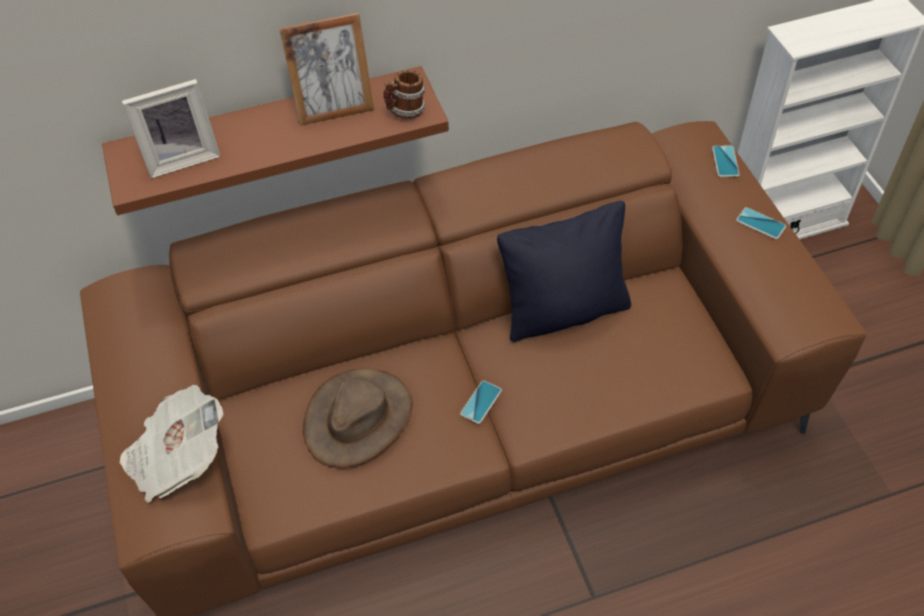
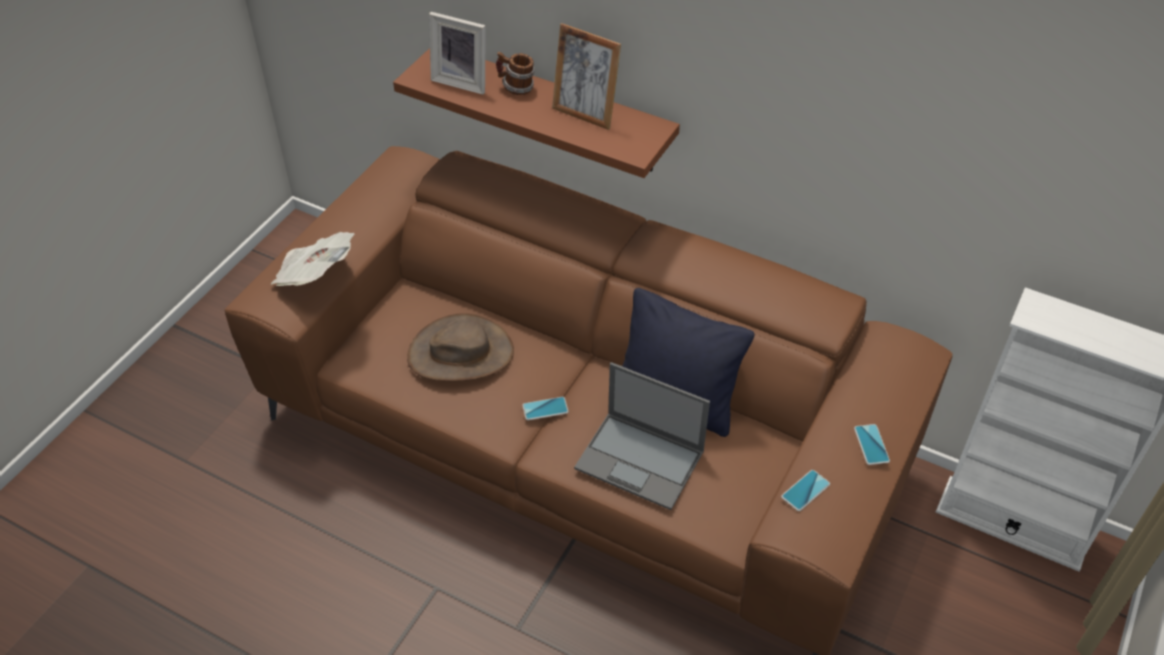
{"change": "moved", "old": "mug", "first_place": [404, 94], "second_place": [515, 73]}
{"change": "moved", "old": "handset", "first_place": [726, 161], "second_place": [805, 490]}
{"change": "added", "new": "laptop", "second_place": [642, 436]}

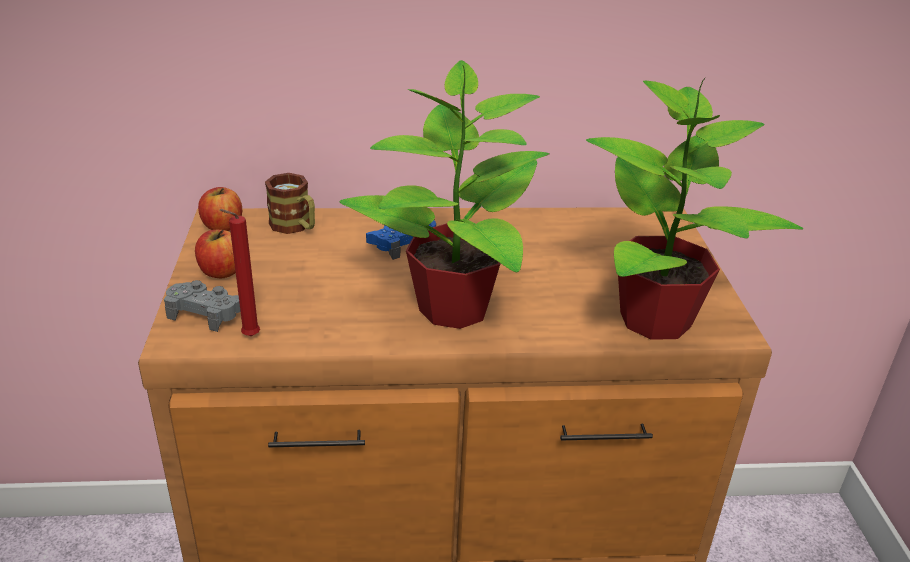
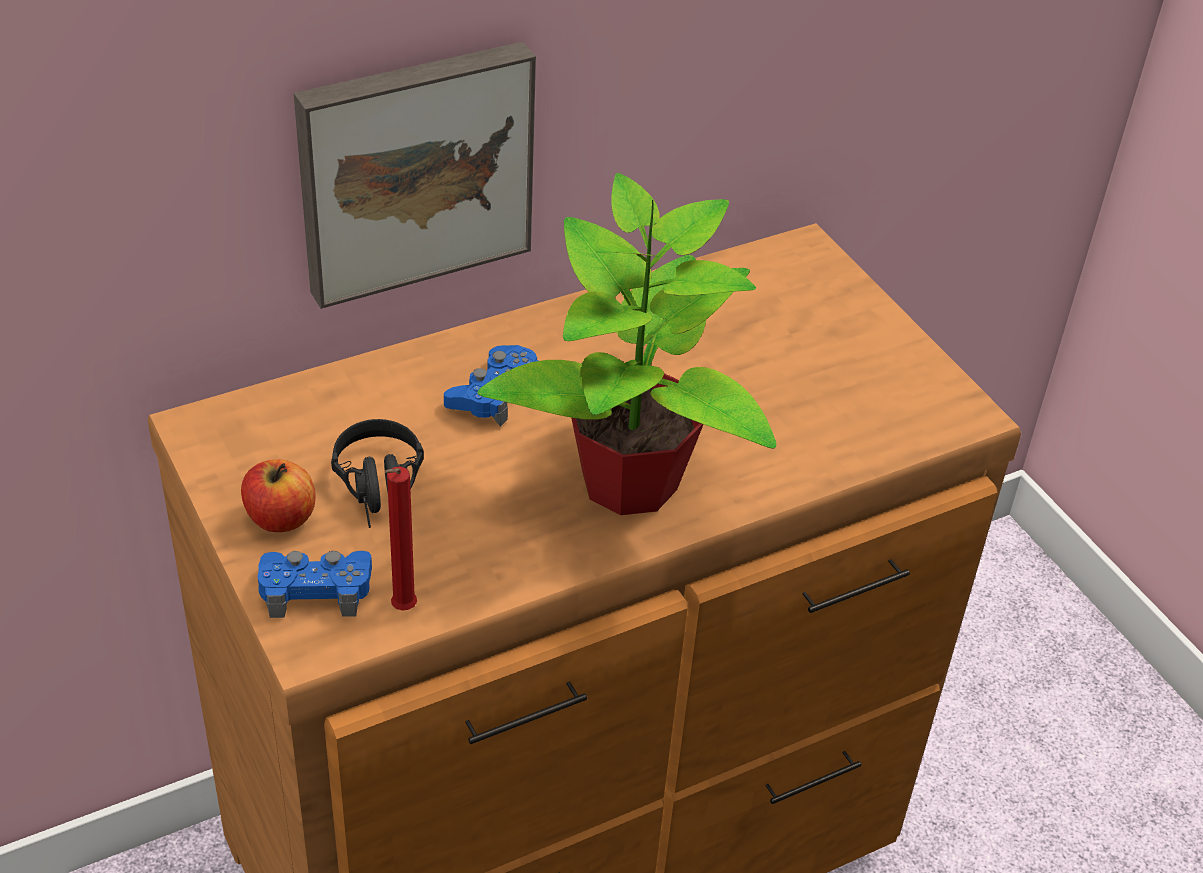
{"change": "removed", "old": "potted plant", "first_place": [694, 208]}
{"change": "removed", "old": "mug", "first_place": [290, 203]}
{"change": "removed", "old": "whole apple", "first_place": [220, 209]}
{"change": "recoloured", "old": "greyish joypad", "new": "blue joypad", "first_place": [202, 306], "second_place": [315, 584]}
{"change": "added", "new": "picture", "second_place": [415, 175]}
{"change": "added", "new": "black-coloured pair of headphones", "second_place": [377, 473]}

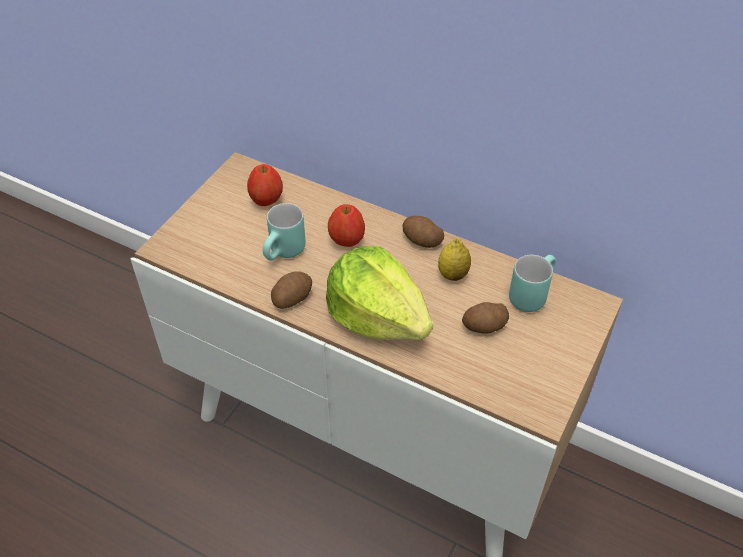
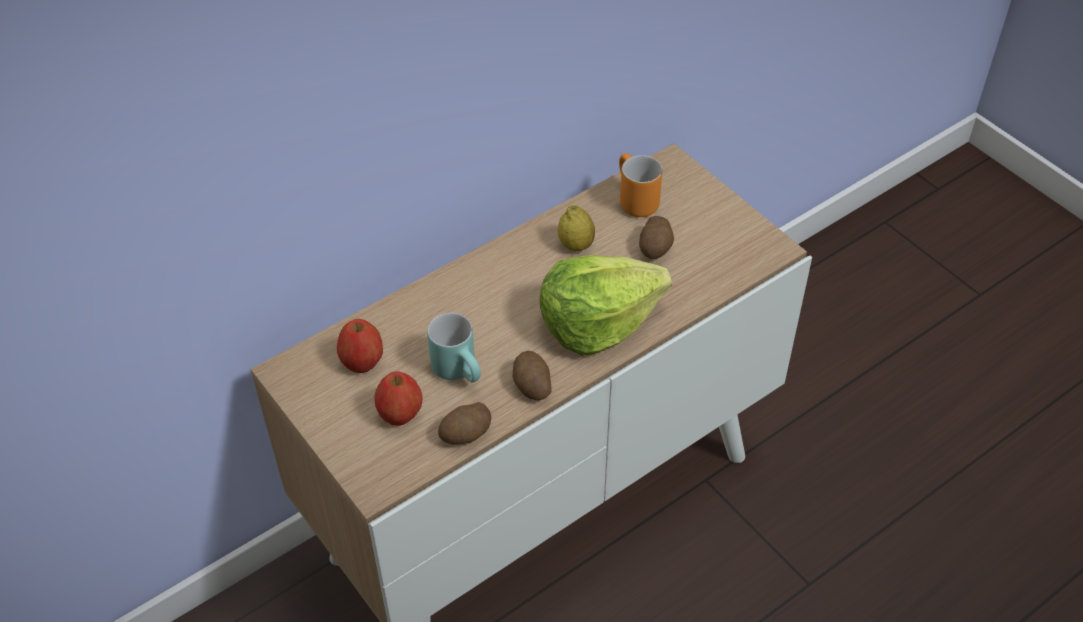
{"change": "moved", "old": "whole apple", "first_place": [346, 225], "second_place": [398, 399]}
{"change": "moved", "old": "whole potato", "first_place": [423, 232], "second_place": [464, 423]}
{"change": "recoloured", "old": "blue-green mug", "new": "orange-coloured mug", "first_place": [532, 283], "second_place": [640, 185]}

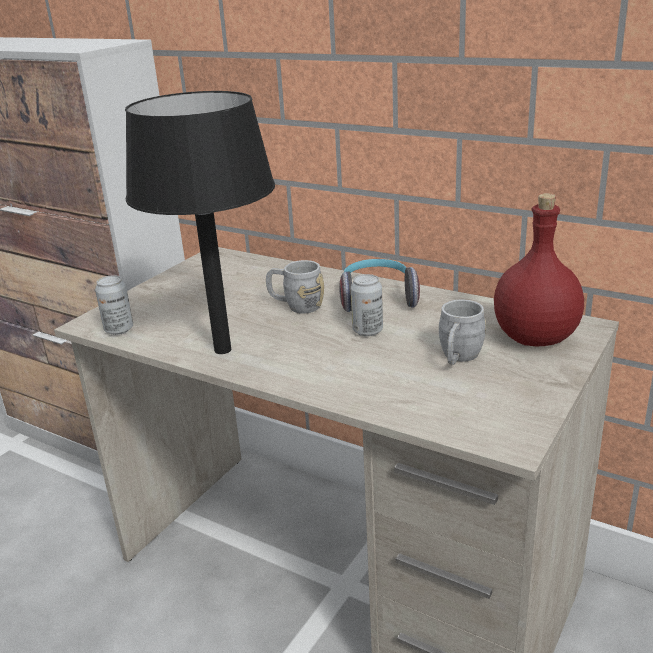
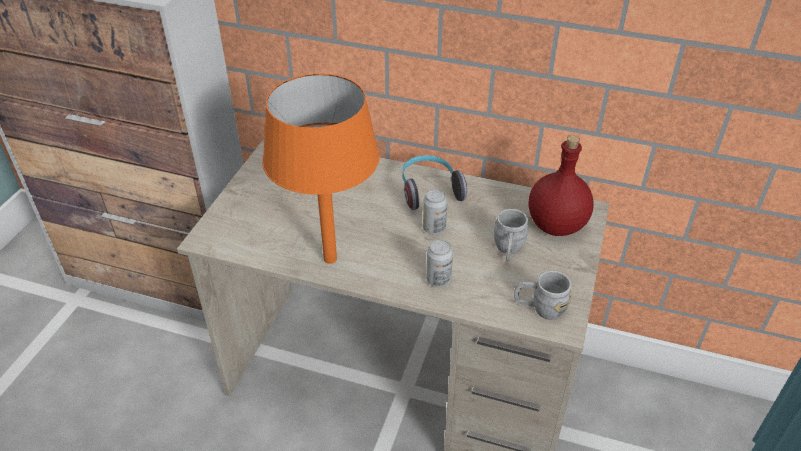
{"change": "recoloured", "old": "black-coloured table lamp", "new": "orange-coloured table lamp", "first_place": [200, 222], "second_place": [321, 168]}
{"change": "moved", "old": "greyish mug", "first_place": [295, 287], "second_place": [543, 295]}
{"change": "moved", "old": "metal can", "first_place": [114, 305], "second_place": [439, 263]}

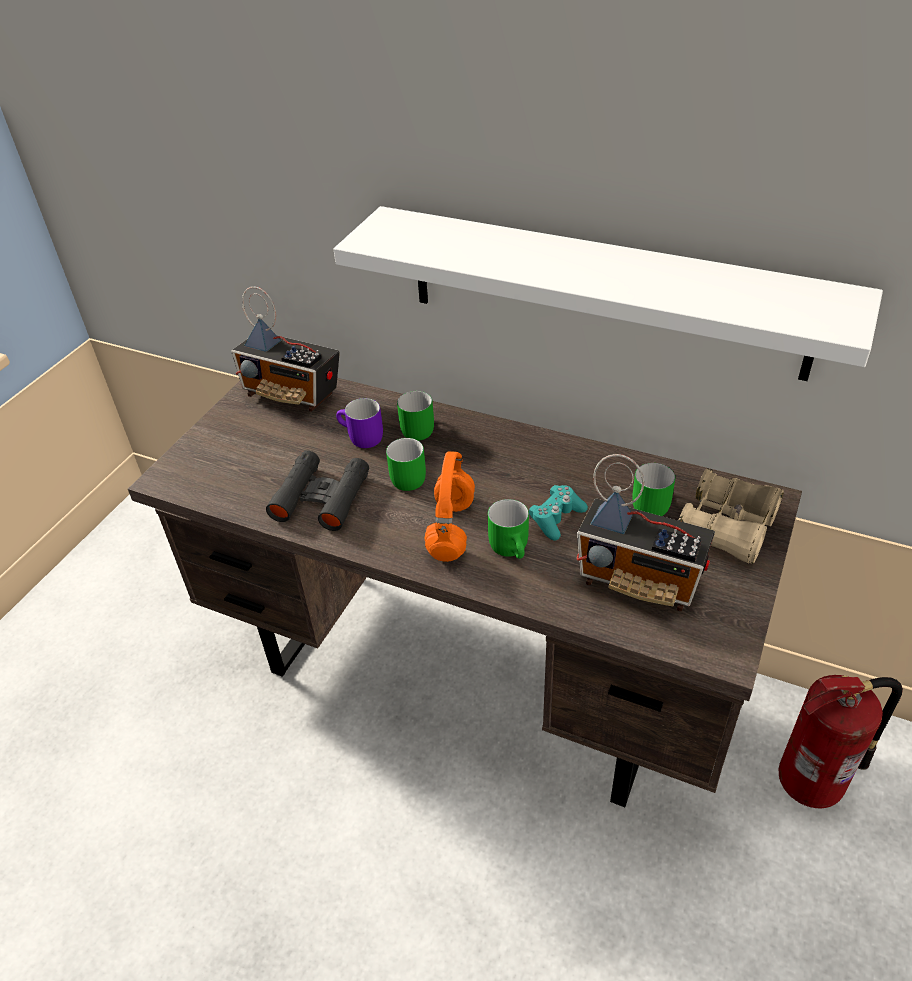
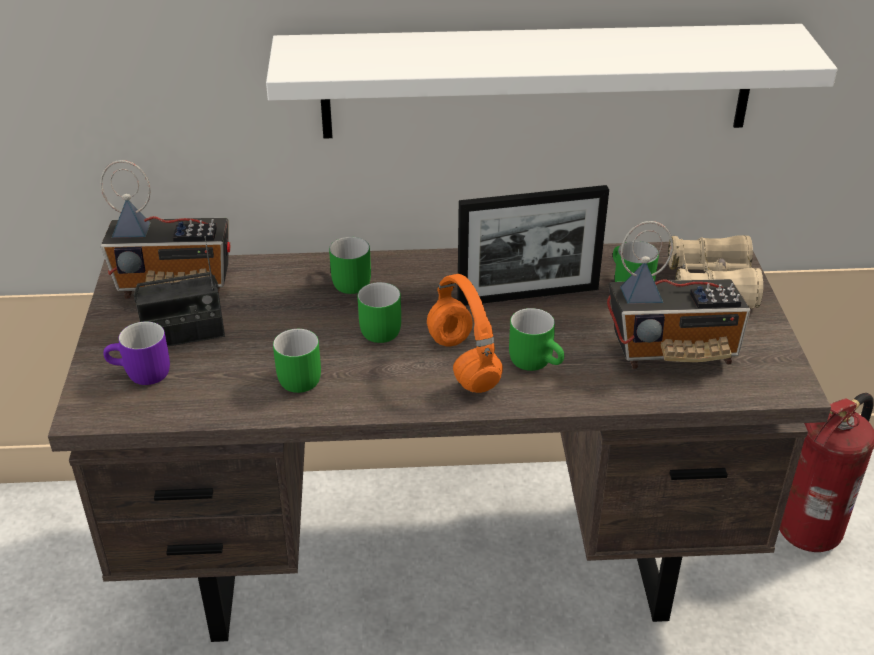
{"change": "moved", "old": "purplish mug", "first_place": [359, 423], "second_place": [136, 353]}
{"change": "replaced", "old": "black-coloured binoculars", "new": "green mug", "first_place": [317, 490], "second_place": [297, 361]}
{"change": "removed", "old": "blue-green joypad", "first_place": [558, 512]}
{"change": "added", "new": "standing frame", "second_place": [533, 245]}
{"change": "added", "new": "radio set", "second_place": [179, 291]}

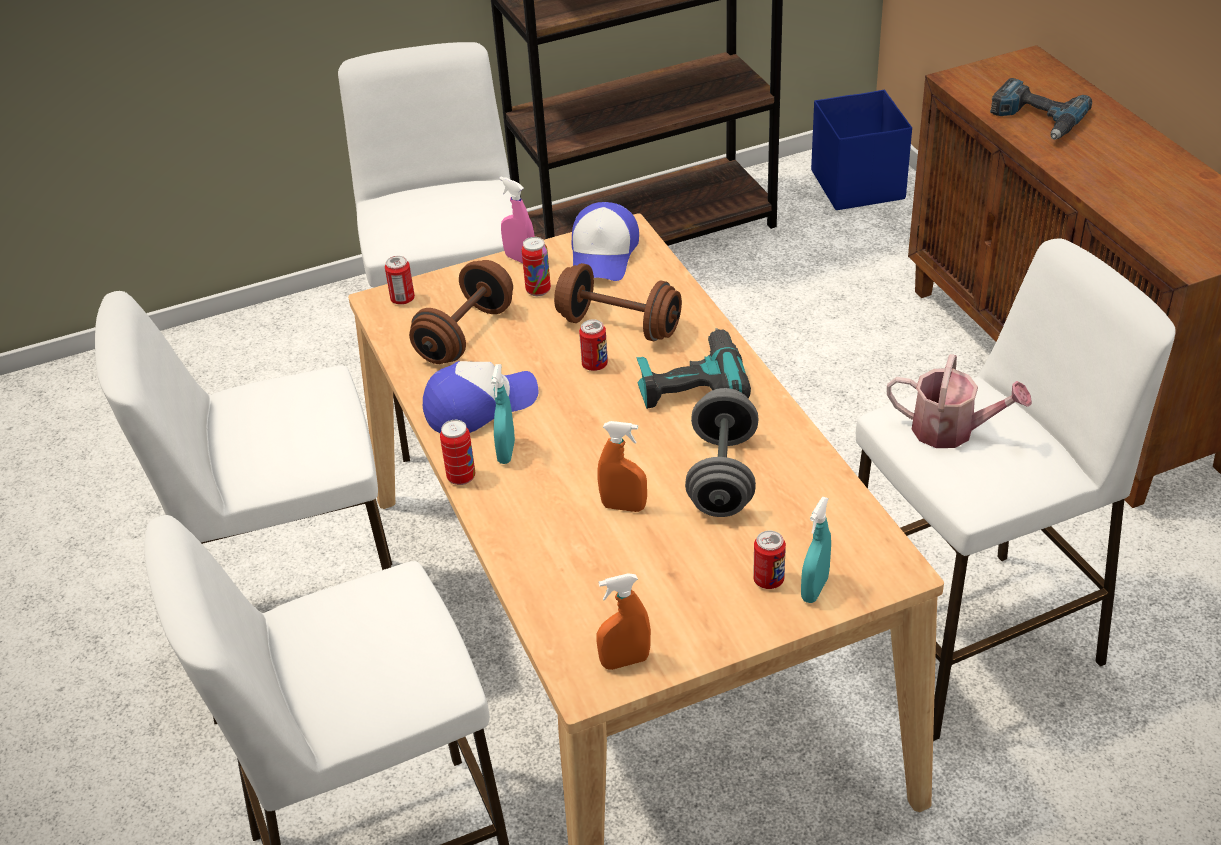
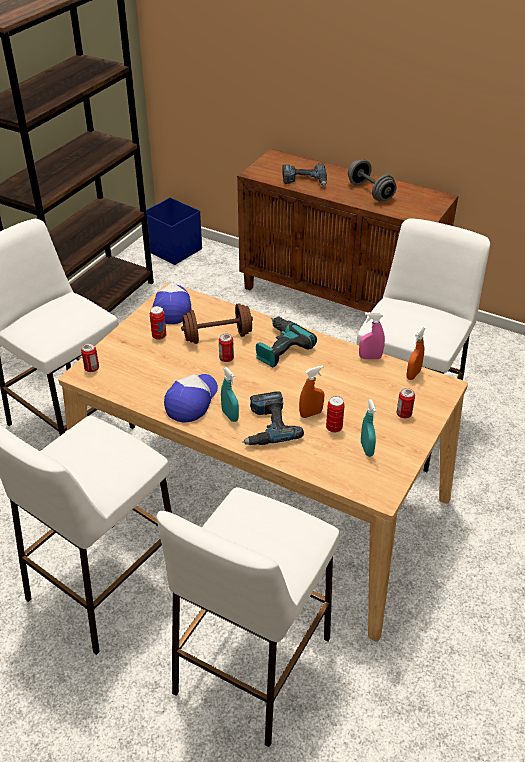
{"change": "moved", "old": "pinkish sprayer", "first_place": [517, 220], "second_place": [372, 335]}
{"change": "turned", "old": "peaked cap", "first_place": [605, 241], "second_place": [172, 303], "degrees": -150}
{"change": "removed", "old": "brown free weight", "first_place": [461, 312]}
{"change": "removed", "old": "watering can", "first_place": [959, 401]}
{"change": "moved", "old": "greyish free weight", "first_place": [721, 452], "second_place": [372, 180]}
{"change": "moved", "old": "metal can", "first_place": [457, 452], "second_place": [335, 414]}
{"change": "moved", "old": "blue-green sprayer", "first_place": [816, 550], "second_place": [369, 428]}
{"change": "moved", "old": "orange-coloured sprayer", "first_place": [623, 621], "second_place": [416, 353]}
{"change": "added", "new": "electric drill", "second_place": [273, 418]}

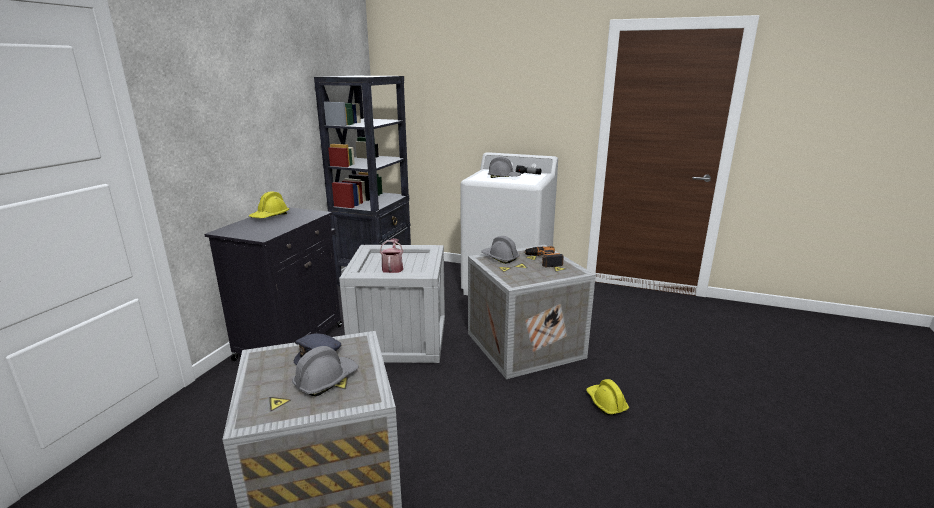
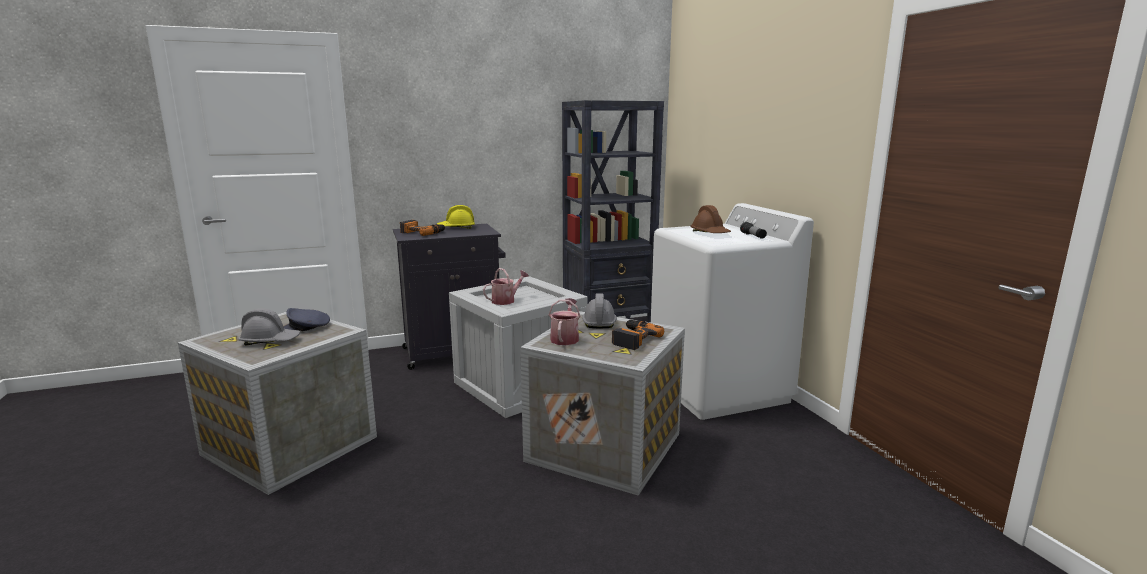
{"change": "recoloured", "old": "greyish work helmet", "new": "brown work helmet", "first_place": [504, 167], "second_place": [710, 219]}
{"change": "removed", "old": "yellow work helmet", "first_place": [607, 397]}
{"change": "added", "new": "electric drill", "second_place": [422, 228]}
{"change": "added", "new": "watering can", "second_place": [564, 321]}

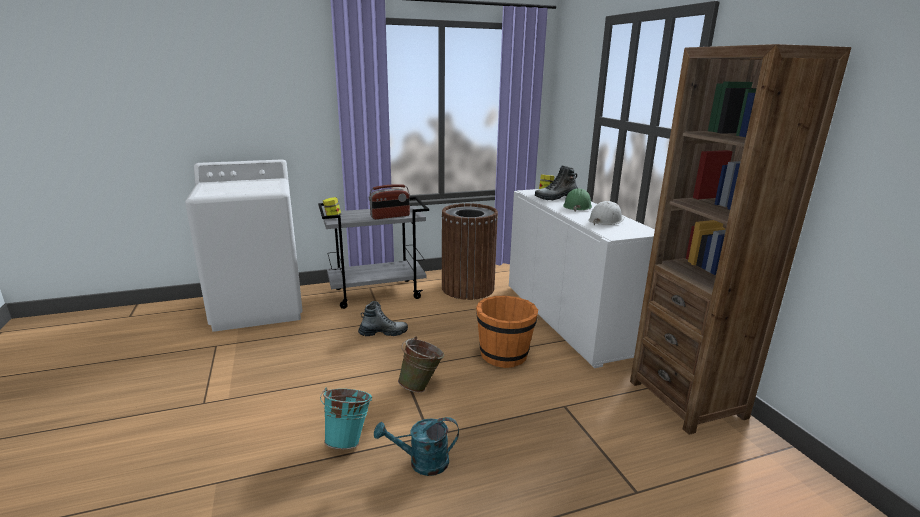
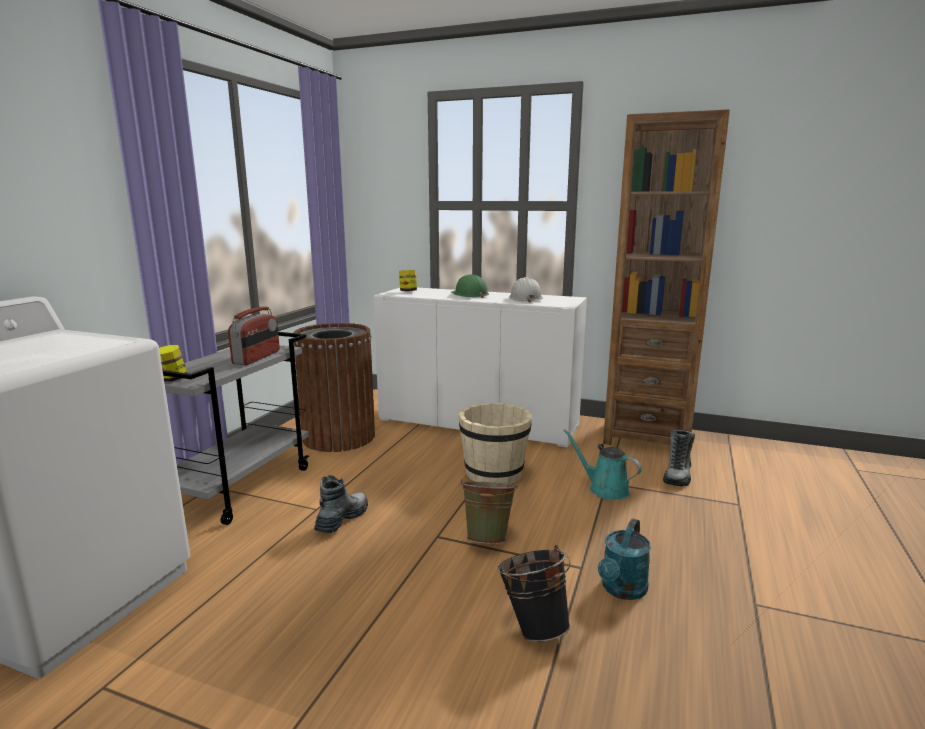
{"change": "moved", "old": "tall boot", "first_place": [556, 183], "second_place": [679, 458]}
{"change": "recoloured", "old": "orange-coloured water bucket", "new": "beige water bucket", "first_place": [507, 332], "second_place": [495, 443]}
{"change": "recoloured", "old": "blue-green water bucket", "new": "black-coloured water bucket", "first_place": [346, 418], "second_place": [533, 593]}
{"change": "added", "new": "blue-green watering can", "second_place": [602, 464]}

